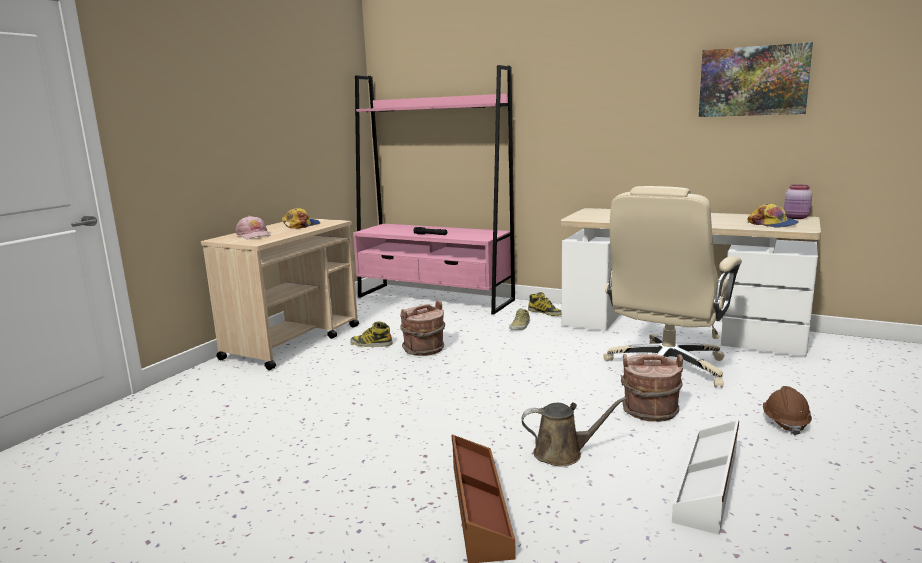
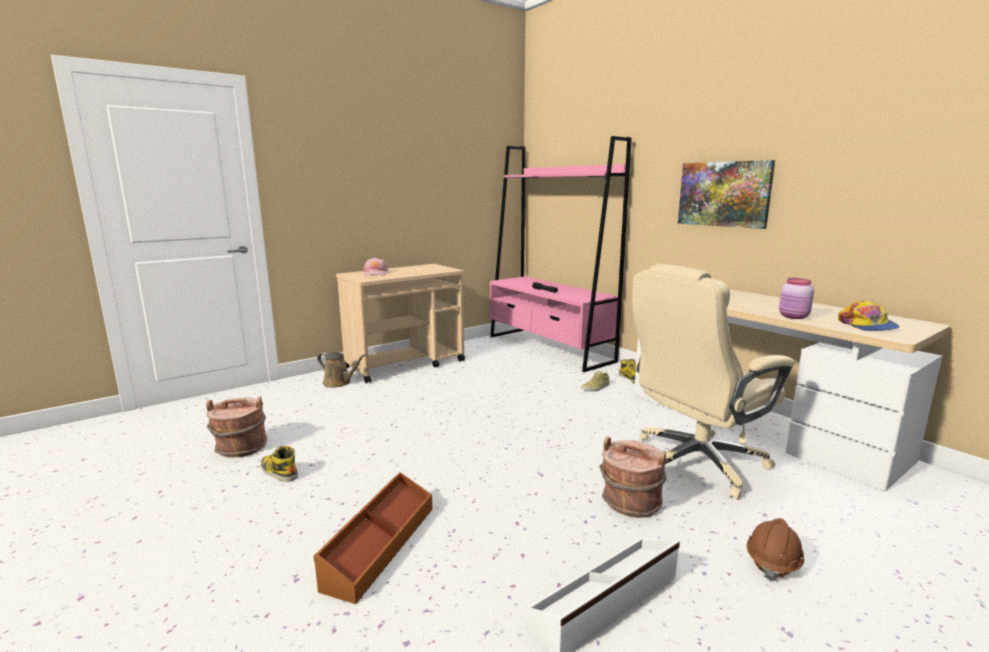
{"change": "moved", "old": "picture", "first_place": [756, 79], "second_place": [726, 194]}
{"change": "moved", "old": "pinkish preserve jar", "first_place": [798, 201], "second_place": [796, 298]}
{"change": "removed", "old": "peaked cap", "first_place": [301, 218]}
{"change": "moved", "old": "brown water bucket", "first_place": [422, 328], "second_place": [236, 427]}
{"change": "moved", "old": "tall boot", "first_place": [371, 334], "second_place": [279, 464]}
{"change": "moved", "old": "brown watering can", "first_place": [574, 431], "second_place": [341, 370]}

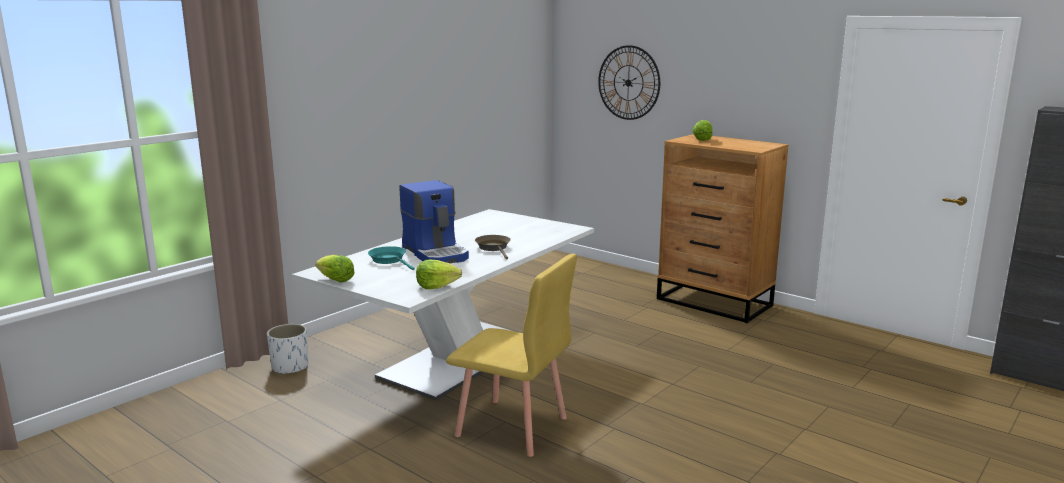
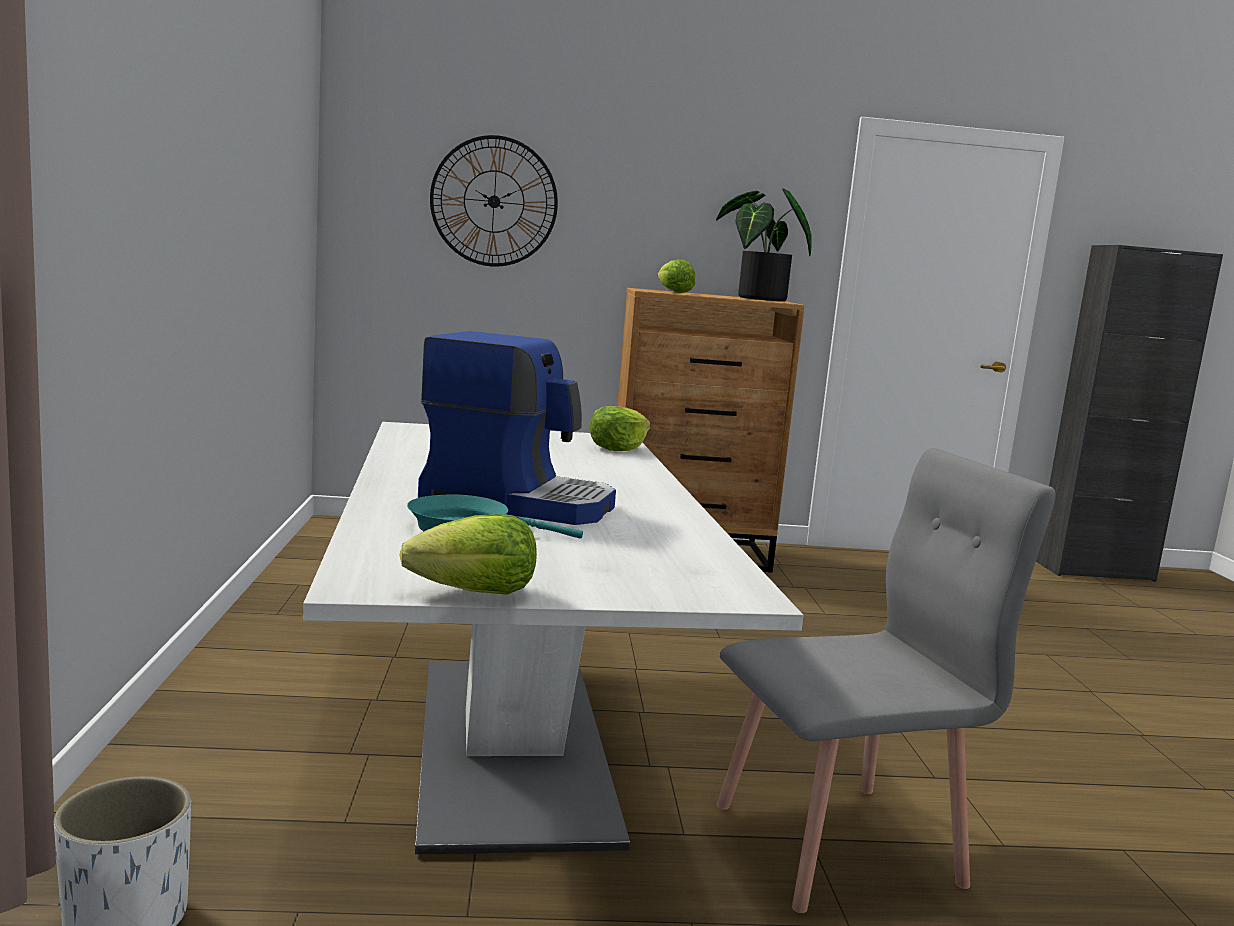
{"change": "removed", "old": "brown skillet", "first_place": [493, 247]}
{"change": "recoloured", "old": "yellow plain chair", "new": "greyish plain chair", "first_place": [511, 355], "second_place": [885, 680]}
{"change": "moved", "old": "lettuce", "first_place": [439, 274], "second_place": [619, 428]}
{"change": "added", "new": "potted plant", "second_place": [764, 245]}

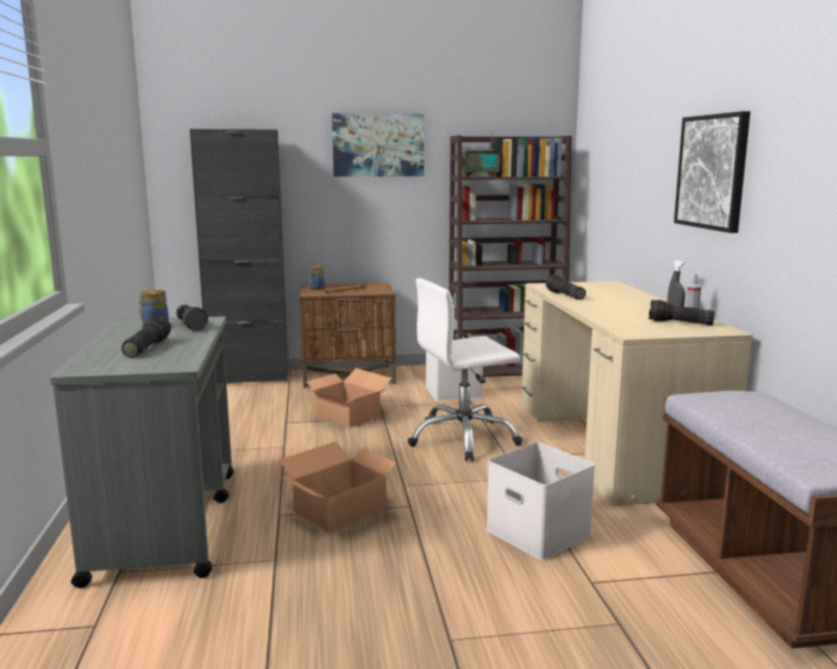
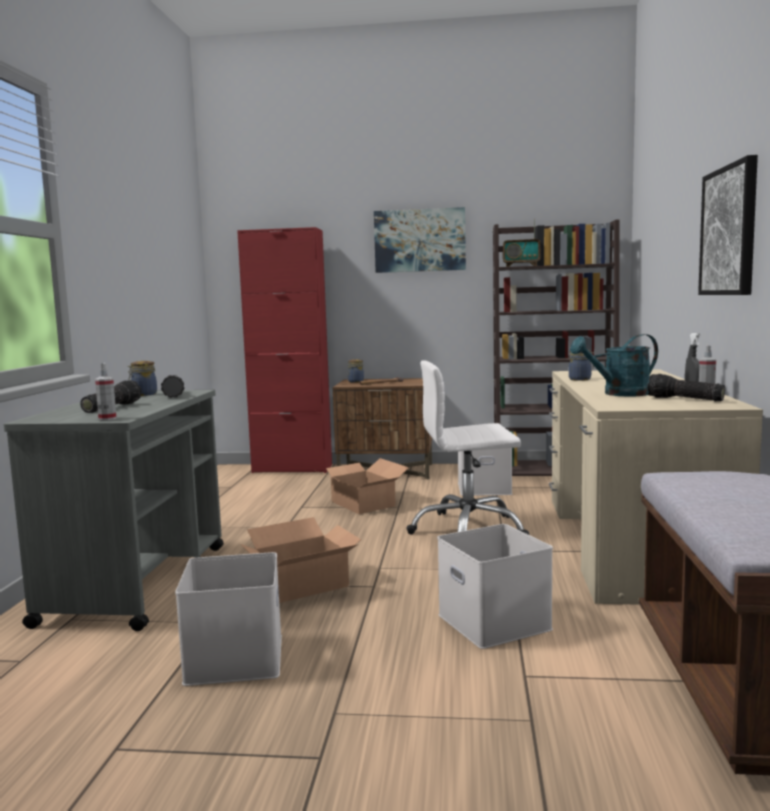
{"change": "recoloured", "old": "black-coloured cupboard", "new": "red-coloured cupboard", "first_place": [239, 256], "second_place": [284, 350]}
{"change": "replaced", "old": "hand torch", "new": "preserve jar", "first_place": [565, 287], "second_place": [581, 365]}
{"change": "added", "new": "blue-green watering can", "second_place": [614, 365]}
{"change": "added", "new": "sprayer", "second_place": [106, 391]}
{"change": "added", "new": "white-coloured storage bin", "second_place": [228, 619]}

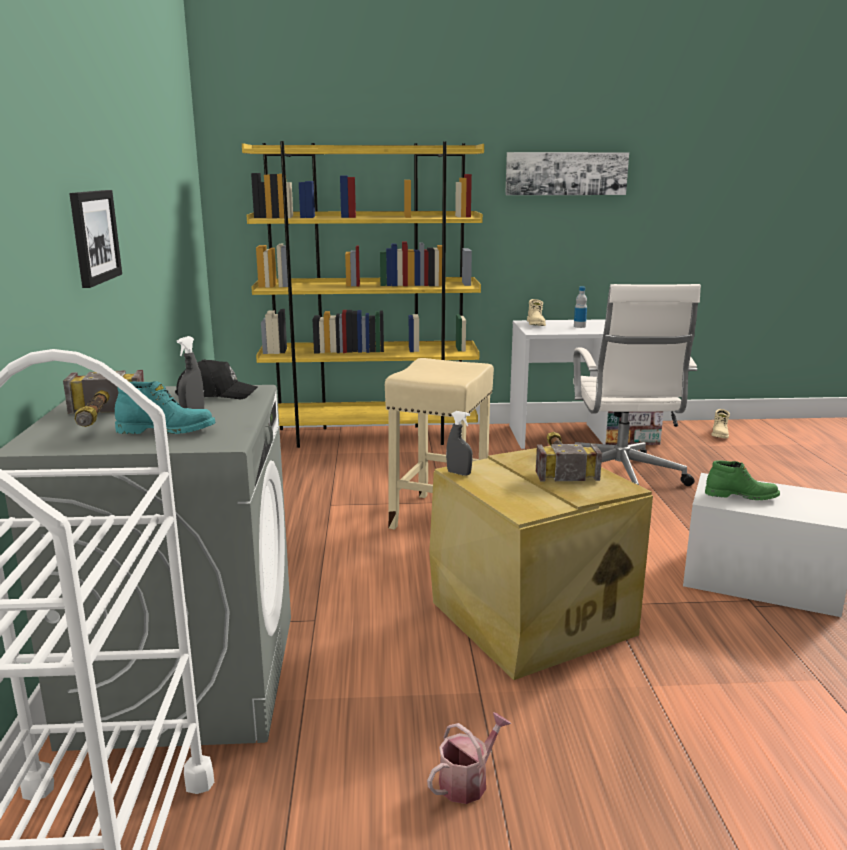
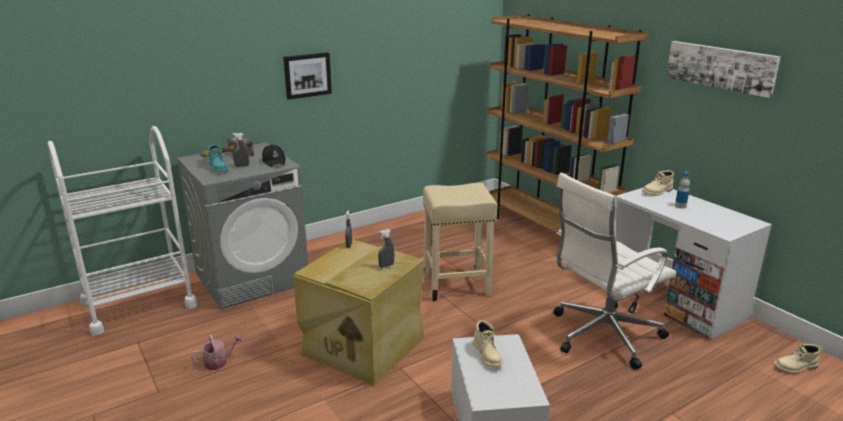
{"change": "recoloured", "old": "yellow shelving unit", "new": "brown shelving unit", "first_place": [363, 294], "second_place": [567, 123]}
{"change": "replaced", "old": "tool hammer", "new": "greyish sprayer", "first_place": [569, 457], "second_place": [386, 248]}
{"change": "recoloured", "old": "green tall boot", "new": "beige tall boot", "first_place": [742, 480], "second_place": [487, 343]}
{"change": "turned", "old": "watering can", "first_place": [469, 758], "second_place": [217, 352], "degrees": -45}

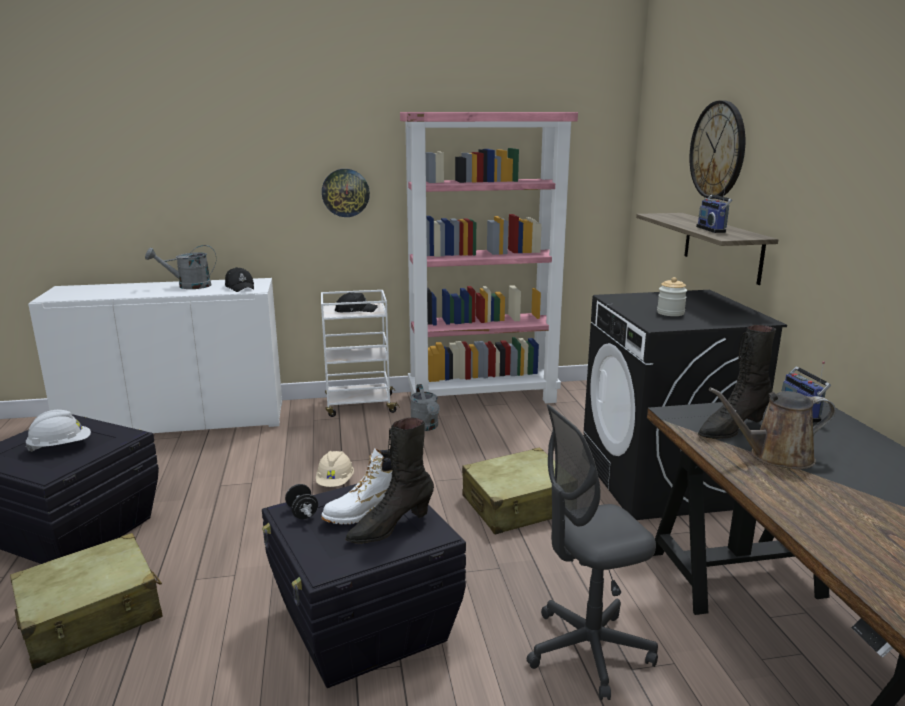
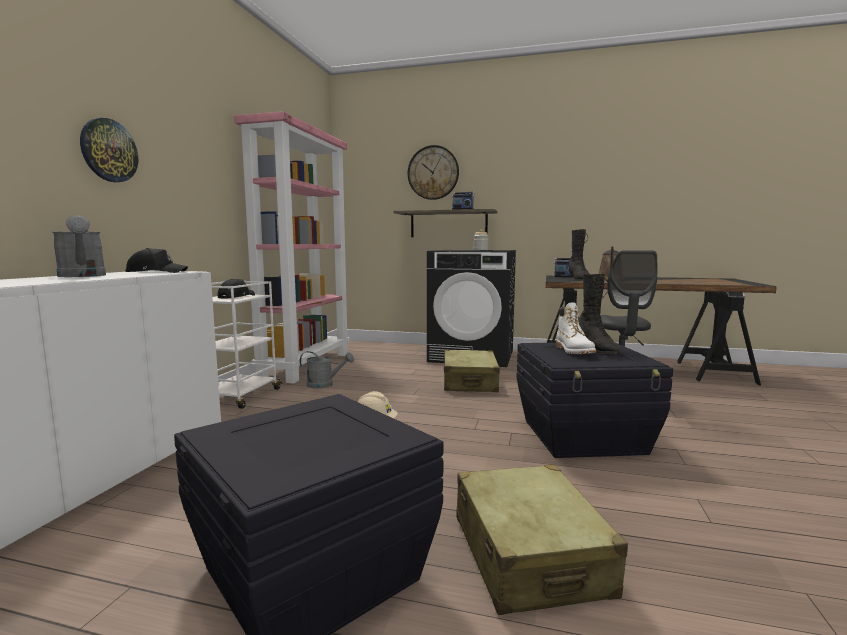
{"change": "moved", "old": "wall clock", "first_place": [346, 193], "second_place": [109, 150]}
{"change": "turned", "old": "greyish watering can", "first_place": [180, 267], "second_place": [79, 246], "degrees": -45}
{"change": "removed", "old": "white-coloured work helmet", "first_place": [58, 431]}
{"change": "removed", "old": "black-coloured free weight", "first_place": [301, 501]}

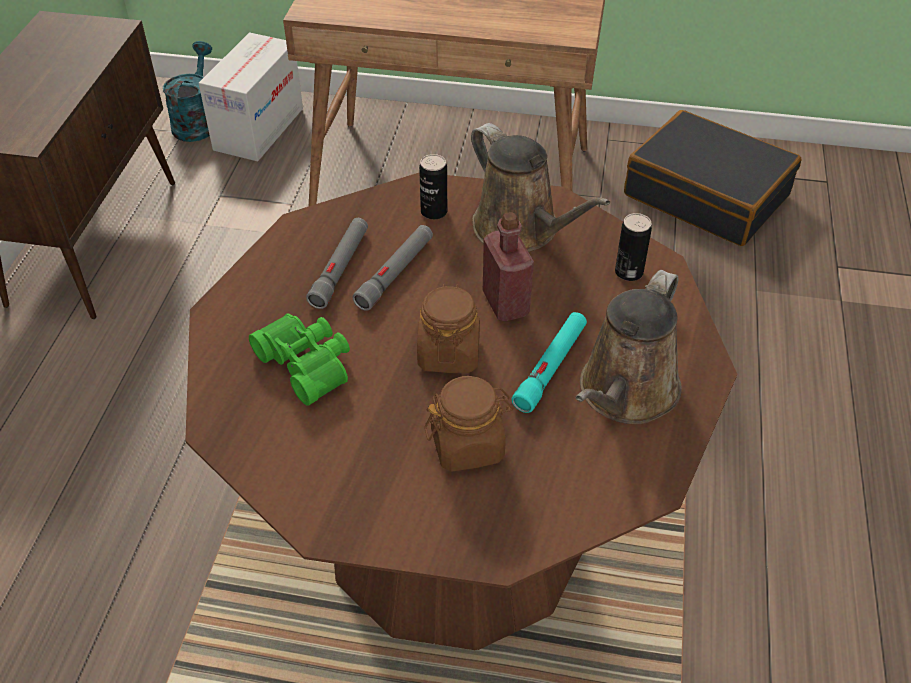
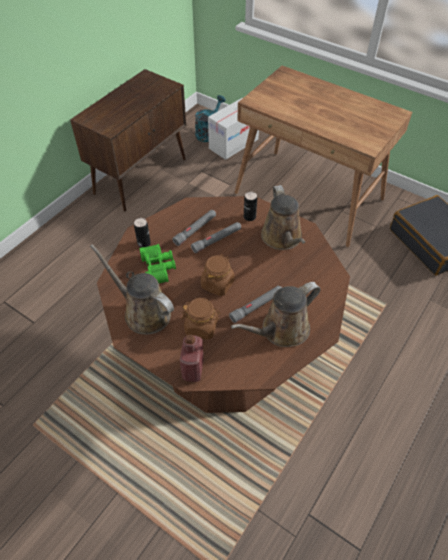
{"change": "moved", "old": "red-coloured bottle", "first_place": [508, 266], "second_place": [192, 358]}
{"change": "moved", "old": "metal can", "first_place": [633, 247], "second_place": [142, 233]}
{"change": "recoloured", "old": "blue-green hand torch", "new": "greyish hand torch", "first_place": [549, 362], "second_place": [255, 304]}
{"change": "added", "new": "brown watering can", "second_place": [132, 289]}

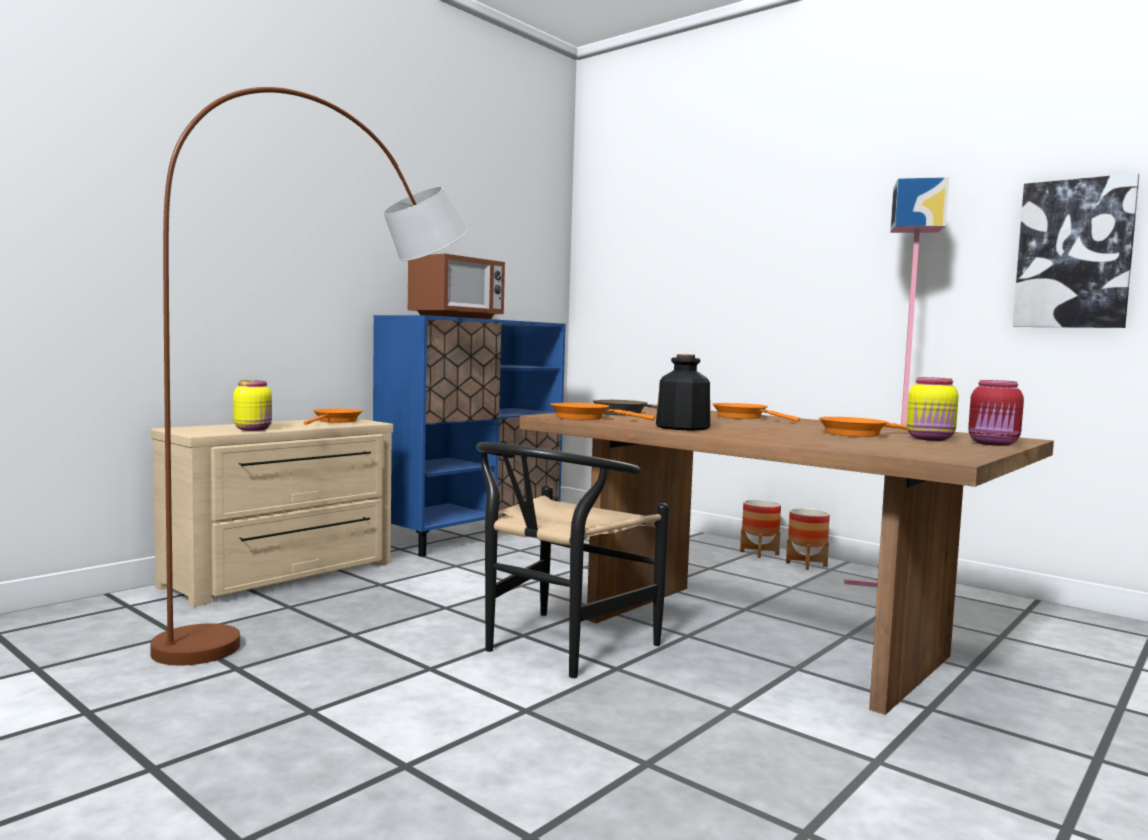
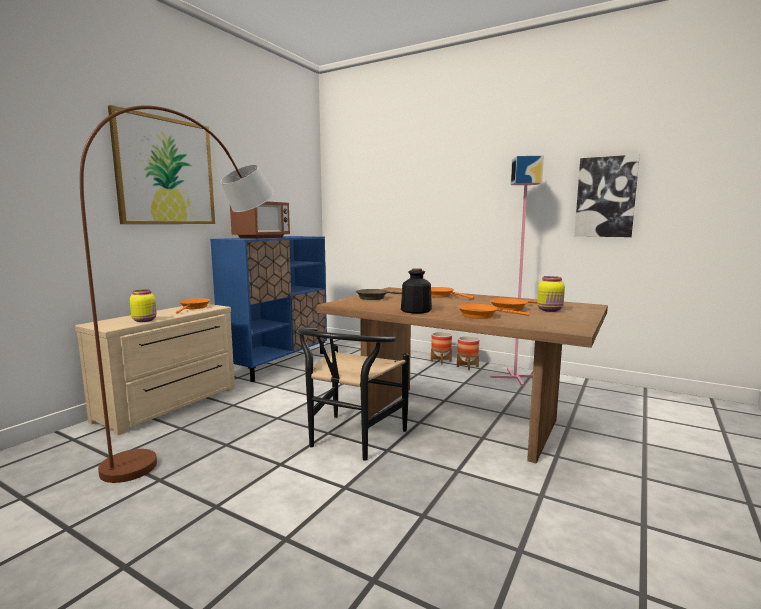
{"change": "removed", "old": "red-coloured preserve jar", "first_place": [996, 413]}
{"change": "moved", "old": "orange-coloured skillet", "first_place": [602, 411], "second_place": [493, 311]}
{"change": "added", "new": "picture", "second_place": [161, 164]}

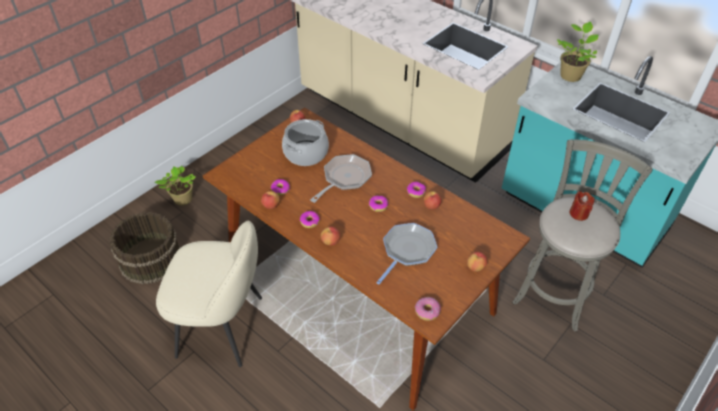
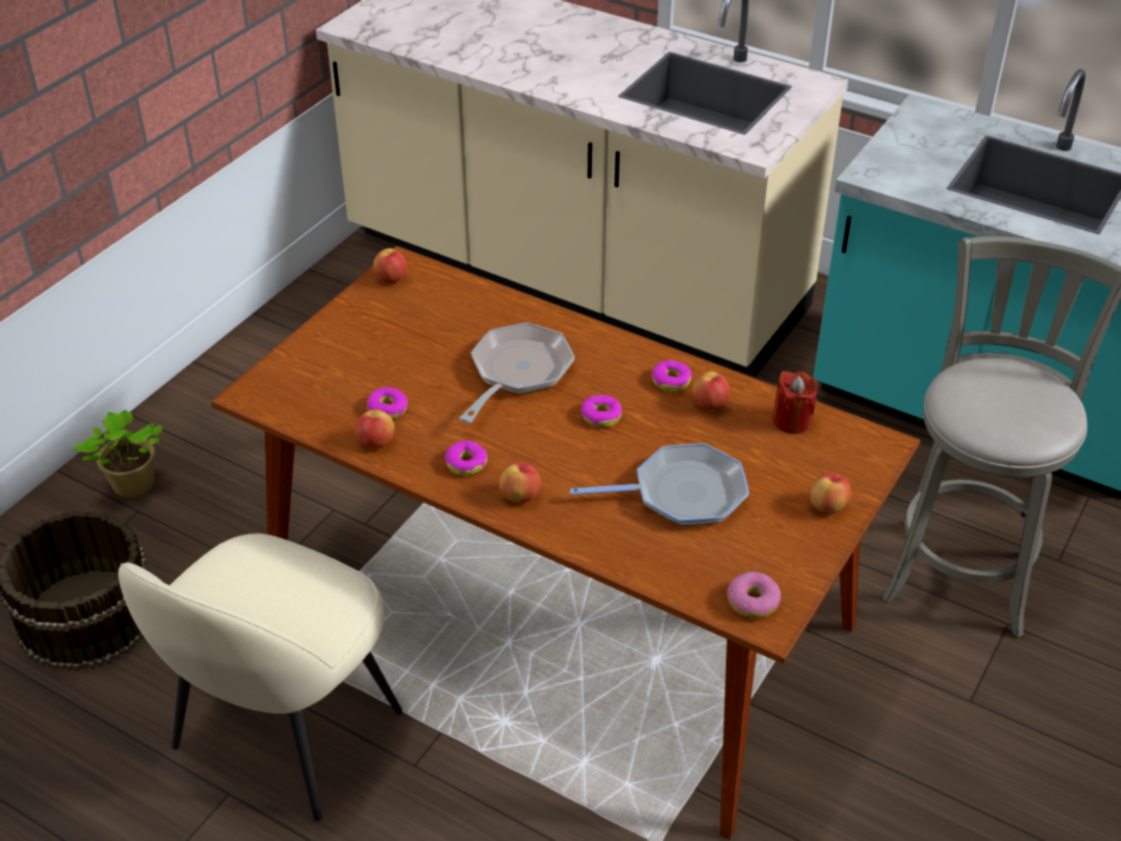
{"change": "removed", "old": "potted plant", "first_place": [577, 52]}
{"change": "removed", "old": "stockpot", "first_place": [305, 142]}
{"change": "moved", "old": "red-coloured candle", "first_place": [582, 206], "second_place": [794, 402]}
{"change": "turned", "old": "beige plain chair", "first_place": [209, 294], "second_place": [260, 677], "degrees": 120}
{"change": "turned", "old": "skillet", "first_place": [406, 253], "second_place": [659, 484], "degrees": 60}

